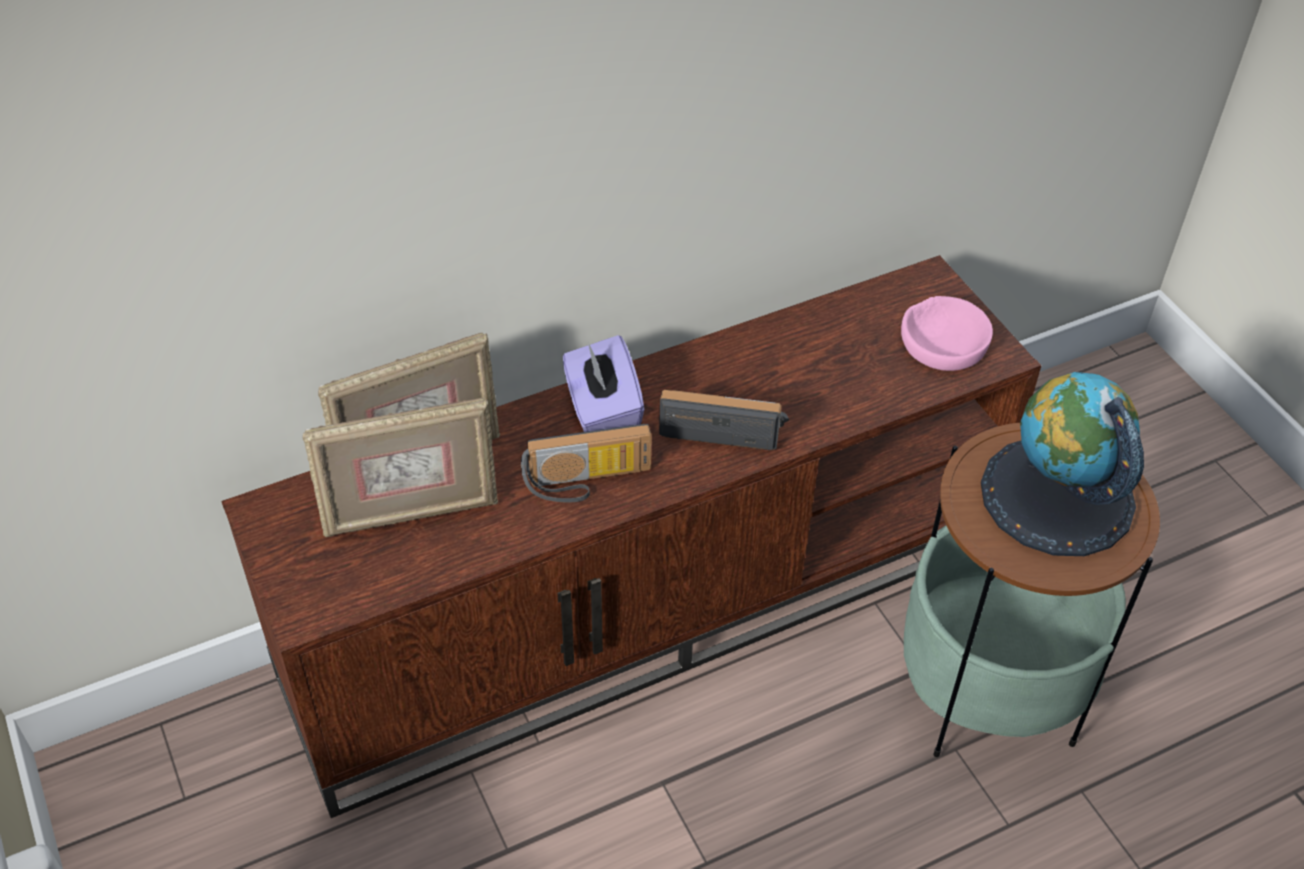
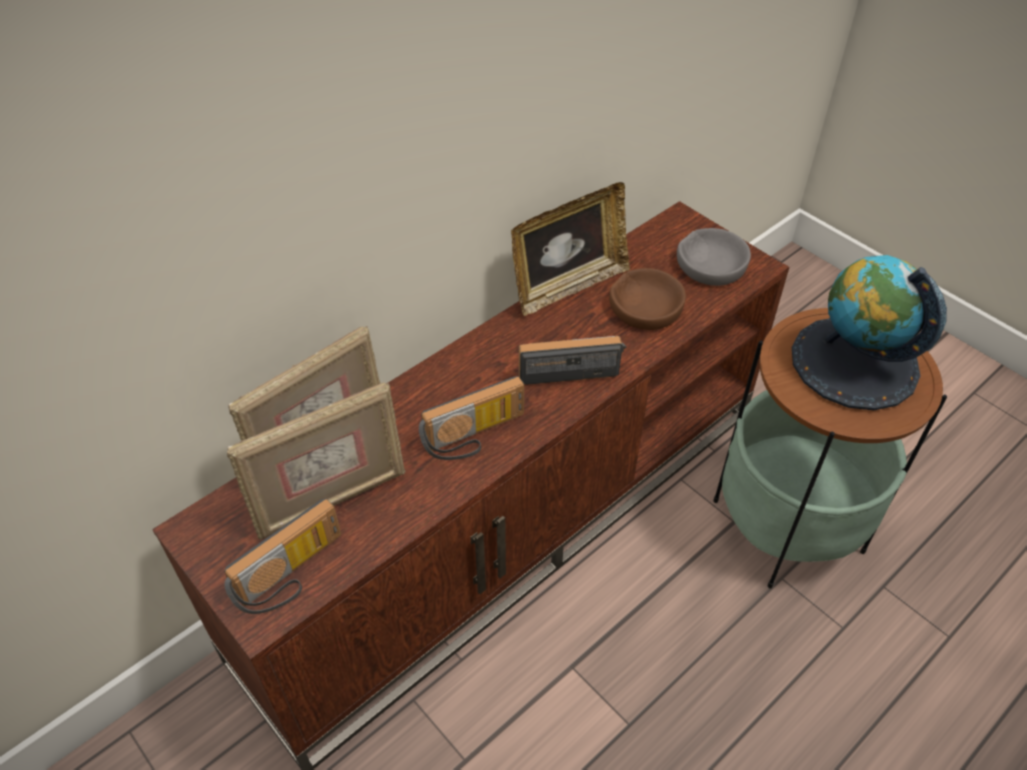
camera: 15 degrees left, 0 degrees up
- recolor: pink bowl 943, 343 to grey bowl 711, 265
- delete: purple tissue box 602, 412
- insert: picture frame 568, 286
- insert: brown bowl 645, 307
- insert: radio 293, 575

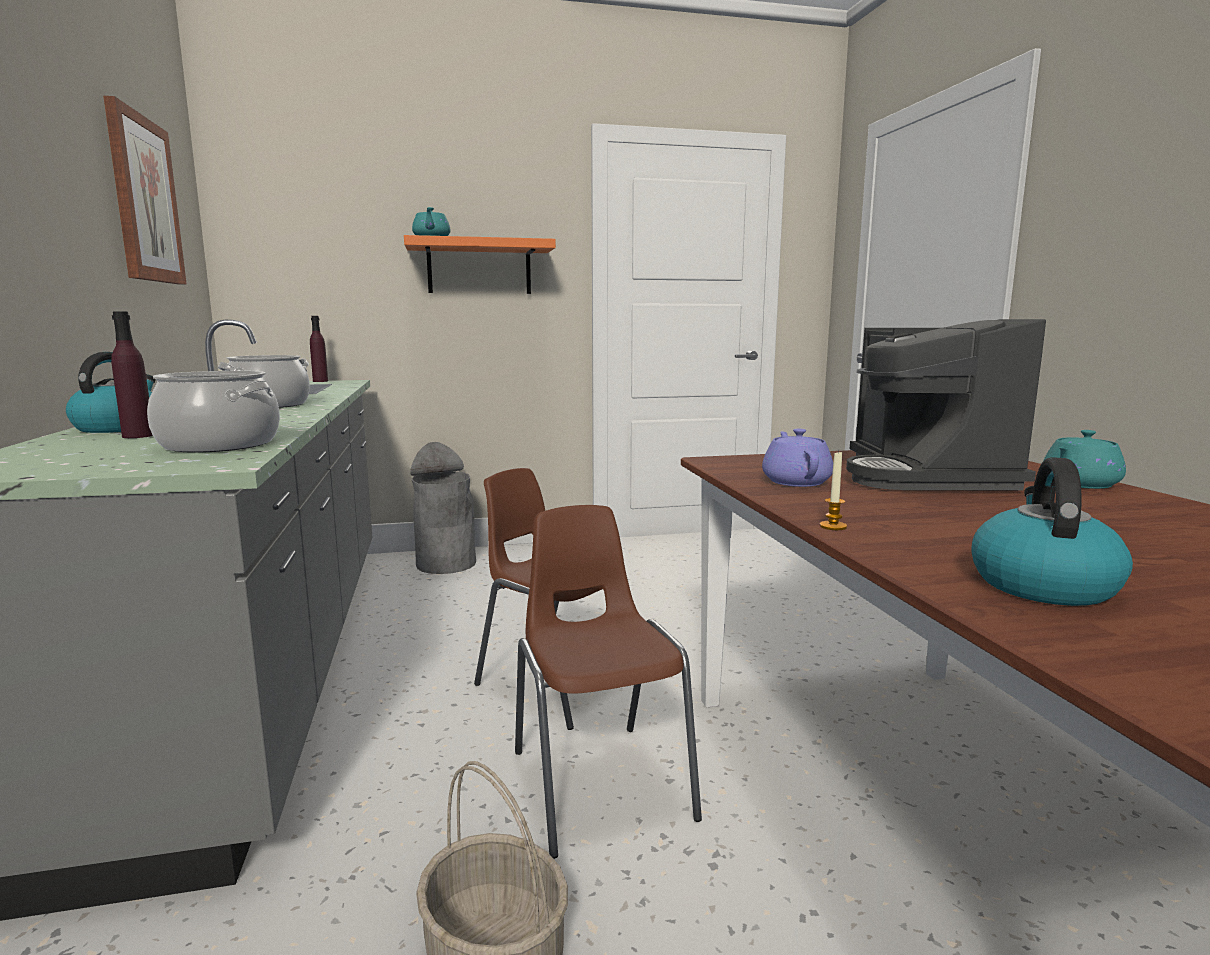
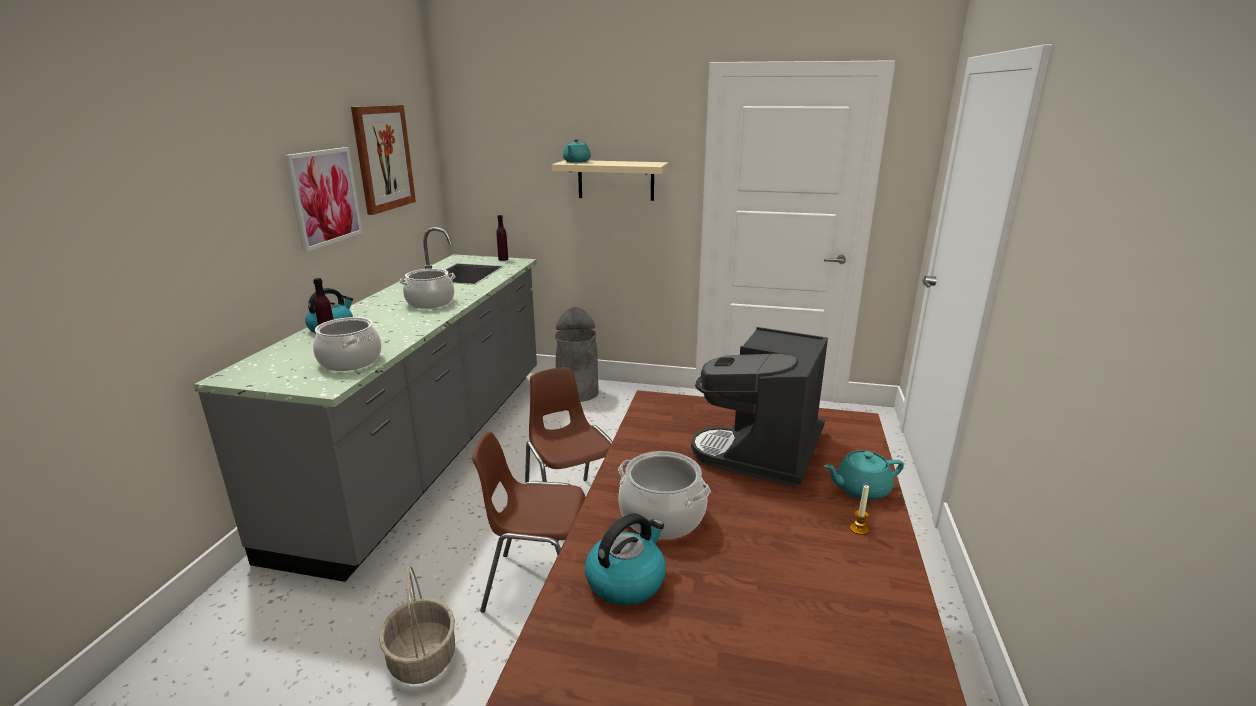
camera: 25 degrees right, 10 degrees up
- recolor: orange shelf 479, 268 to beige shelf 616, 180
- delete: purple teapot 795, 481
- move: candle 833, 526 to 859, 529
- rotate: brown chair 599, 783 = 540, 585 90 degrees counterclockwise
- insert: picture 324, 197
- insert: cooking pot 662, 516

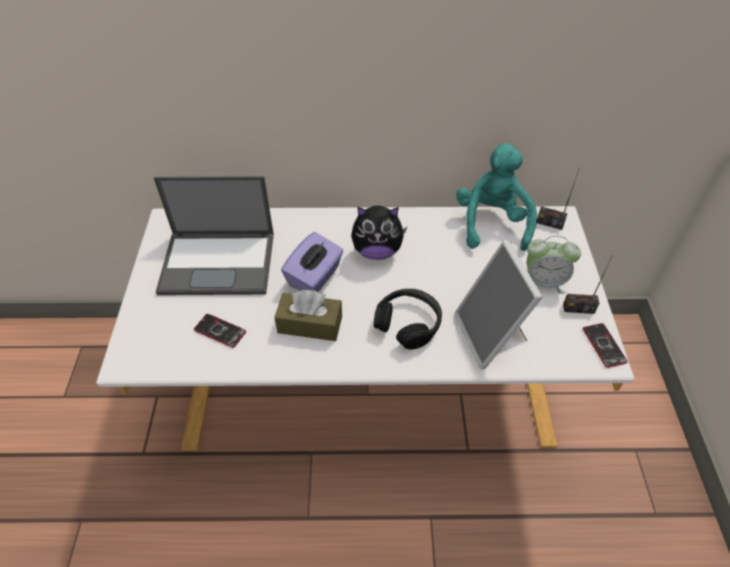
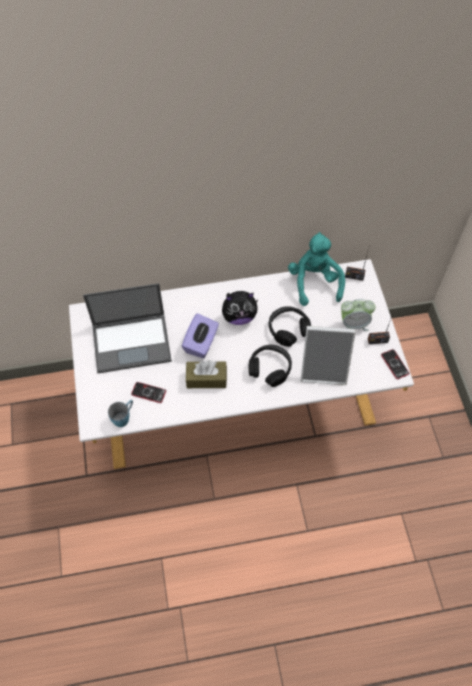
camera: 10 degrees left, 10 degrees up
- rotate: picture frame 491, 336 = 324, 369 60 degrees counterclockwise
- insert: black headphones 288, 329
- insert: blue mug 124, 417

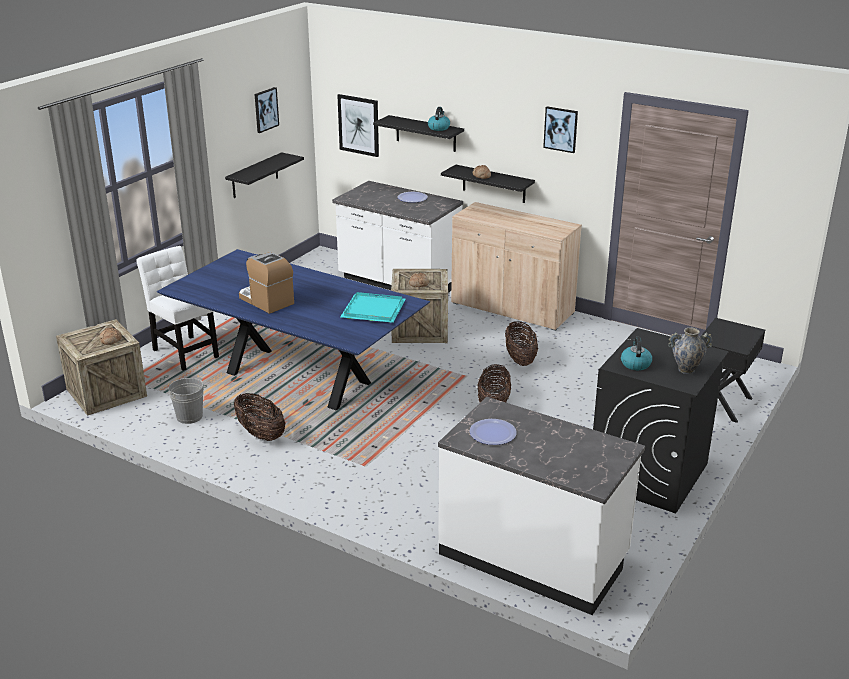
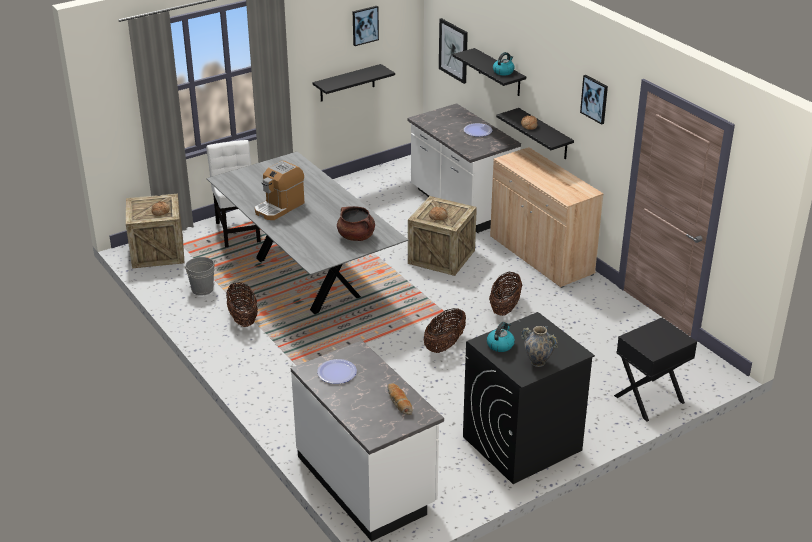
camera: 25 degrees right, 5 degrees up
- recolor: blue dining table 297, 378 to grey dining table 307, 277
- rotate: coffee machine 266, 300 = 279, 207 120 degrees counterclockwise
- replace: turquoise tray 374, 309 to brown cooking pot 356, 236
- insert: bread 399, 402

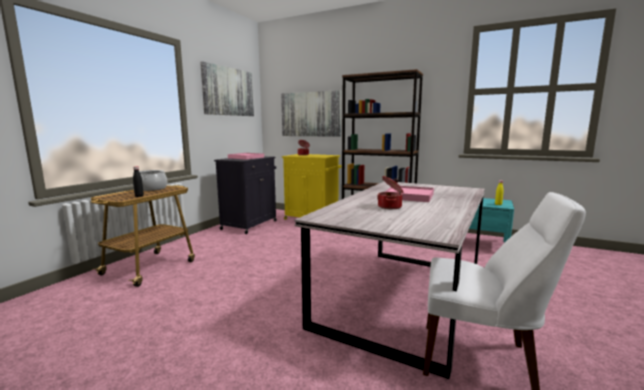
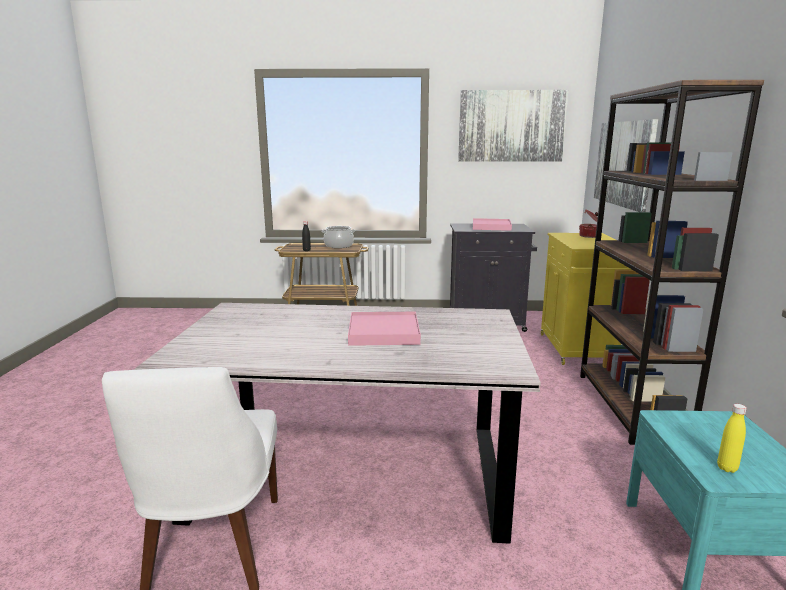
camera: 65 degrees right, 5 degrees up
- delete: cooking pot 390, 207

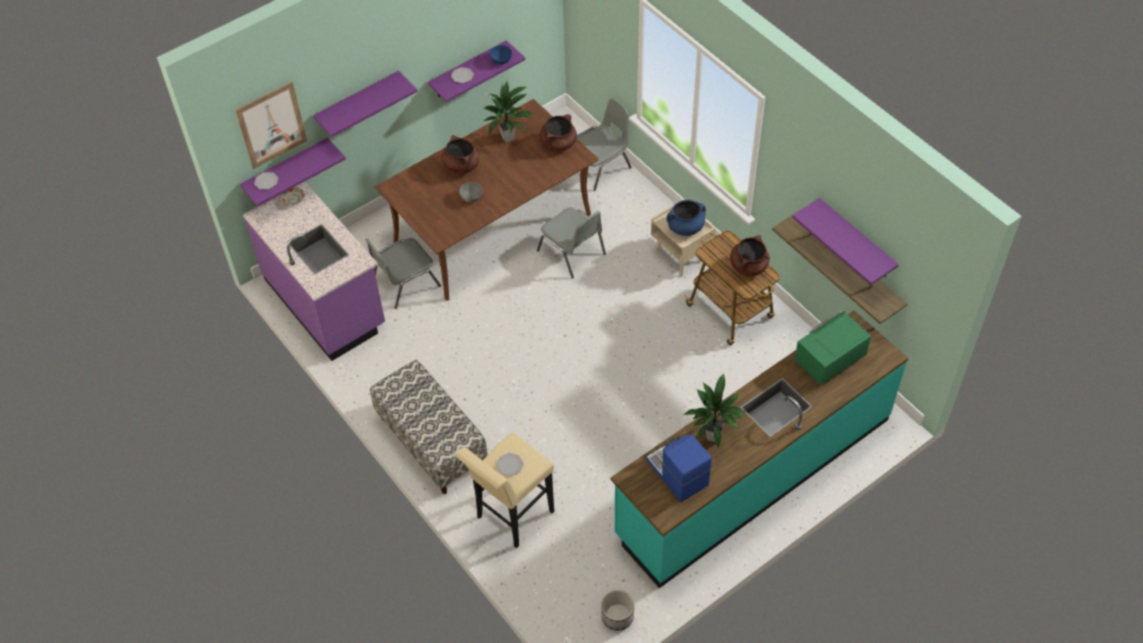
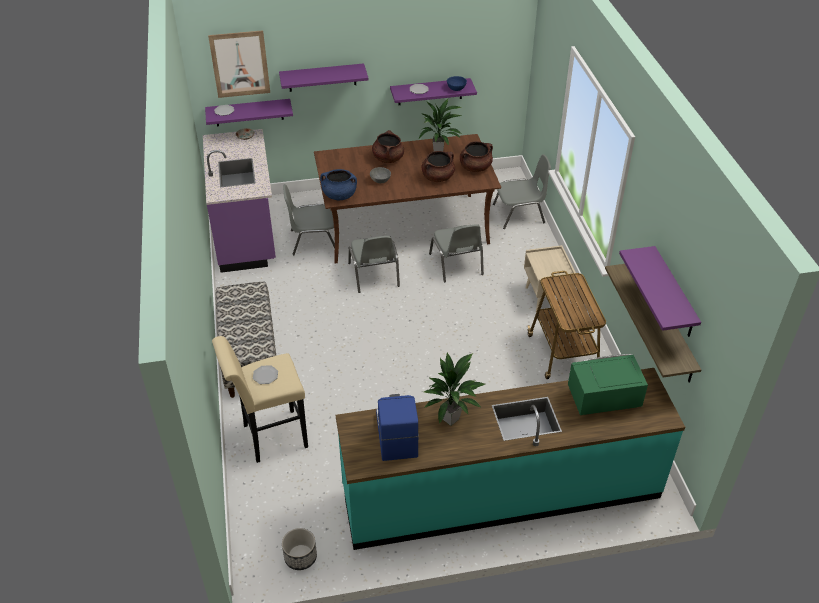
camera: 25 degrees right, 10 degrees down
- move: blue cooking pot 685, 227 to 339, 195
- move: brown cooking pot 748, 266 to 438, 177
- insert: grey chair 374, 275

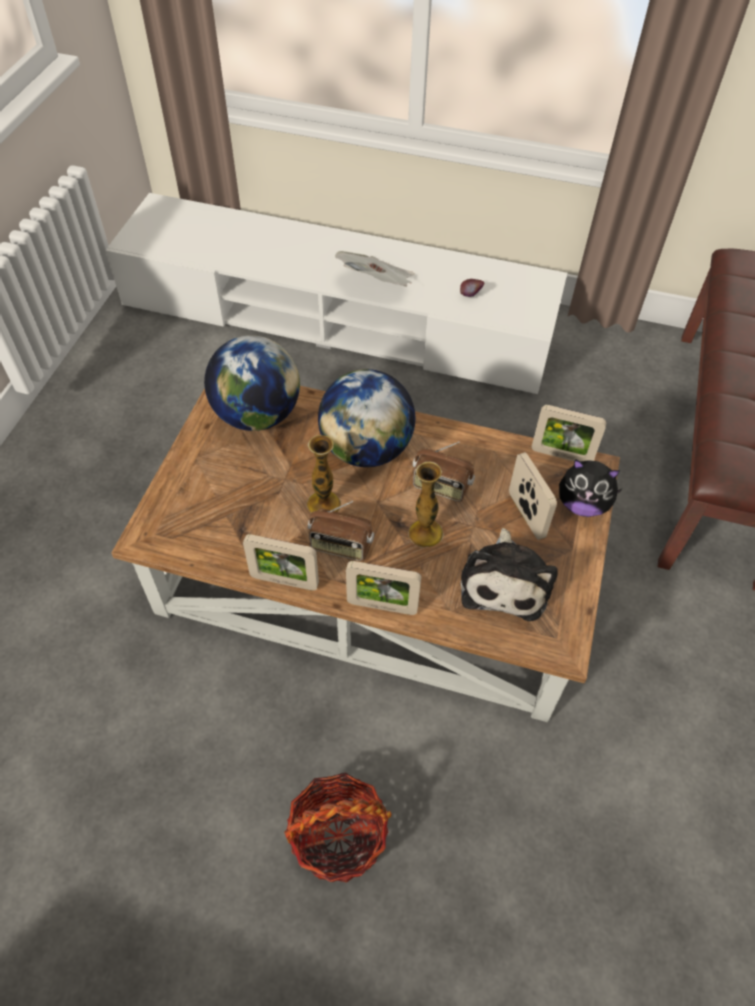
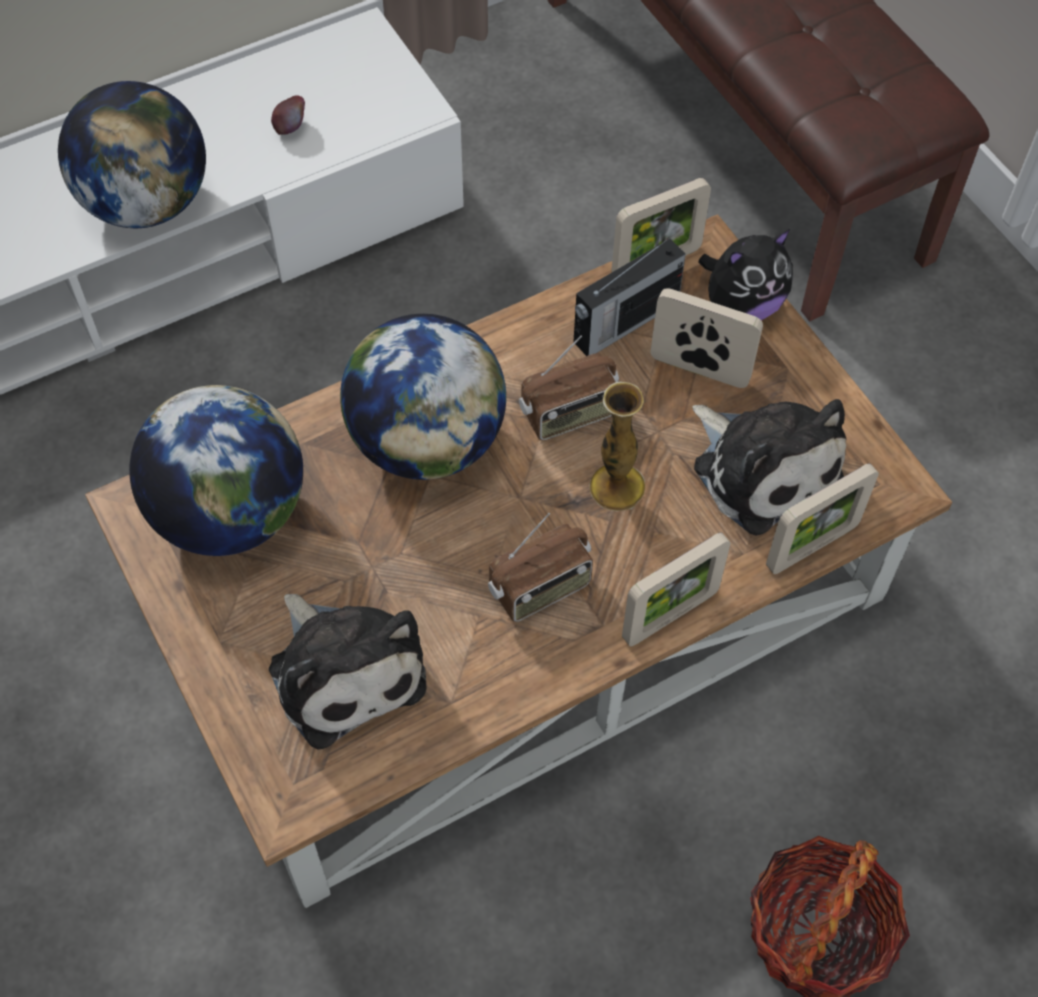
camera: 45 degrees left, 5 degrees up
- replace: newspaper 378, 285 to globe 146, 203
- delete: vase 323, 504
- move: picture frame 284, 581 to 811, 547
- insert: radio 623, 323
- insert: plush toy 344, 670

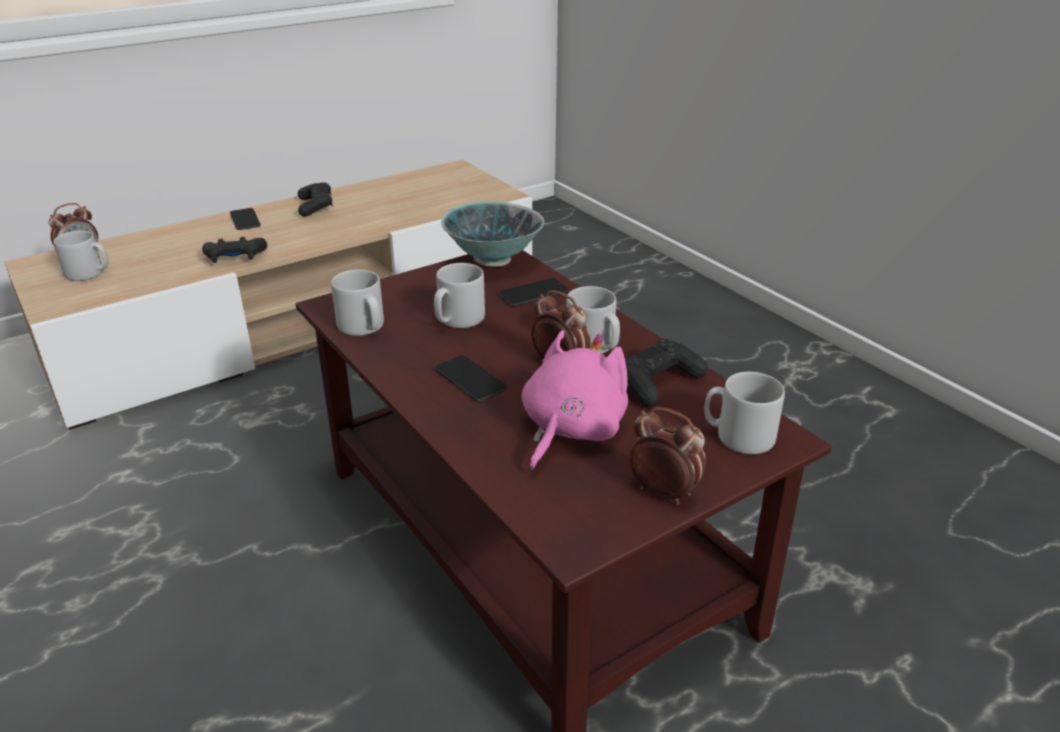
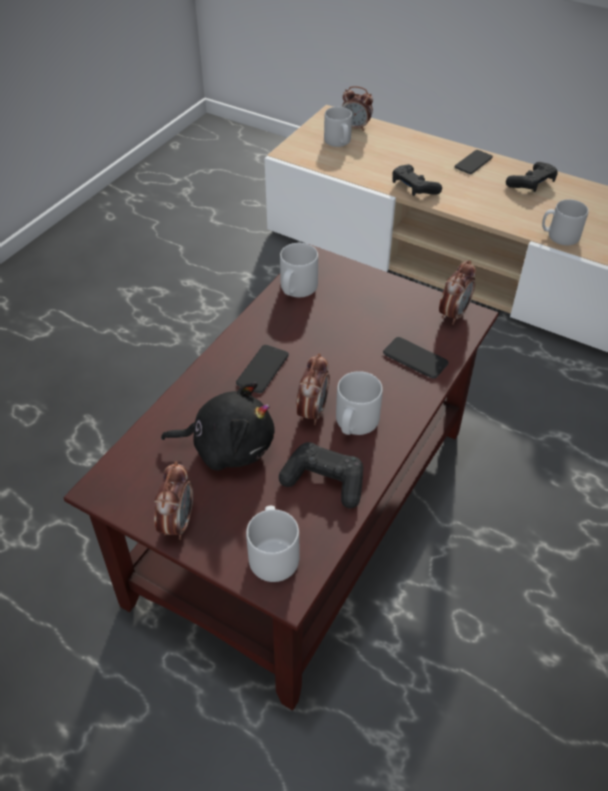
camera: 65 degrees right, 15 degrees up
- replace: bowl 493, 260 to alarm clock 453, 314
- move: grey mug 457, 320 to 559, 236
- recolor: pink plush toy 570, 430 to black plush toy 228, 446

